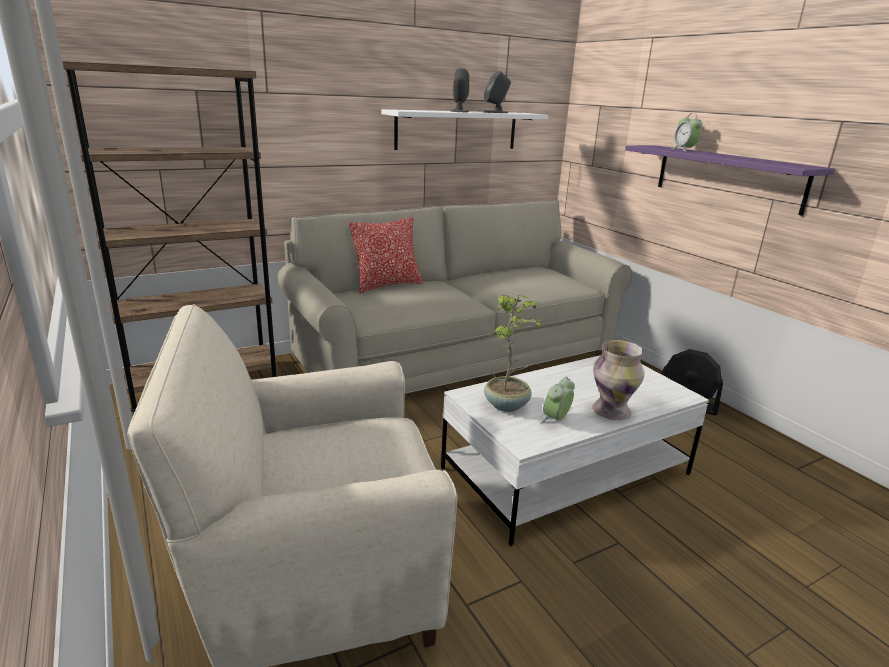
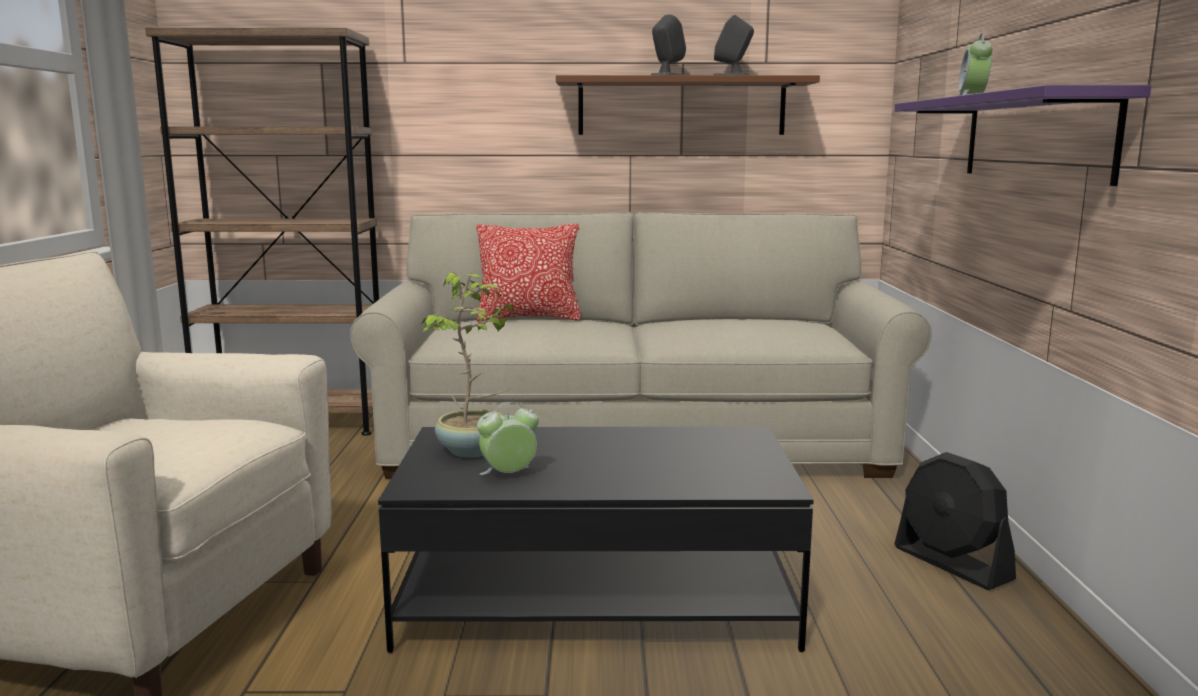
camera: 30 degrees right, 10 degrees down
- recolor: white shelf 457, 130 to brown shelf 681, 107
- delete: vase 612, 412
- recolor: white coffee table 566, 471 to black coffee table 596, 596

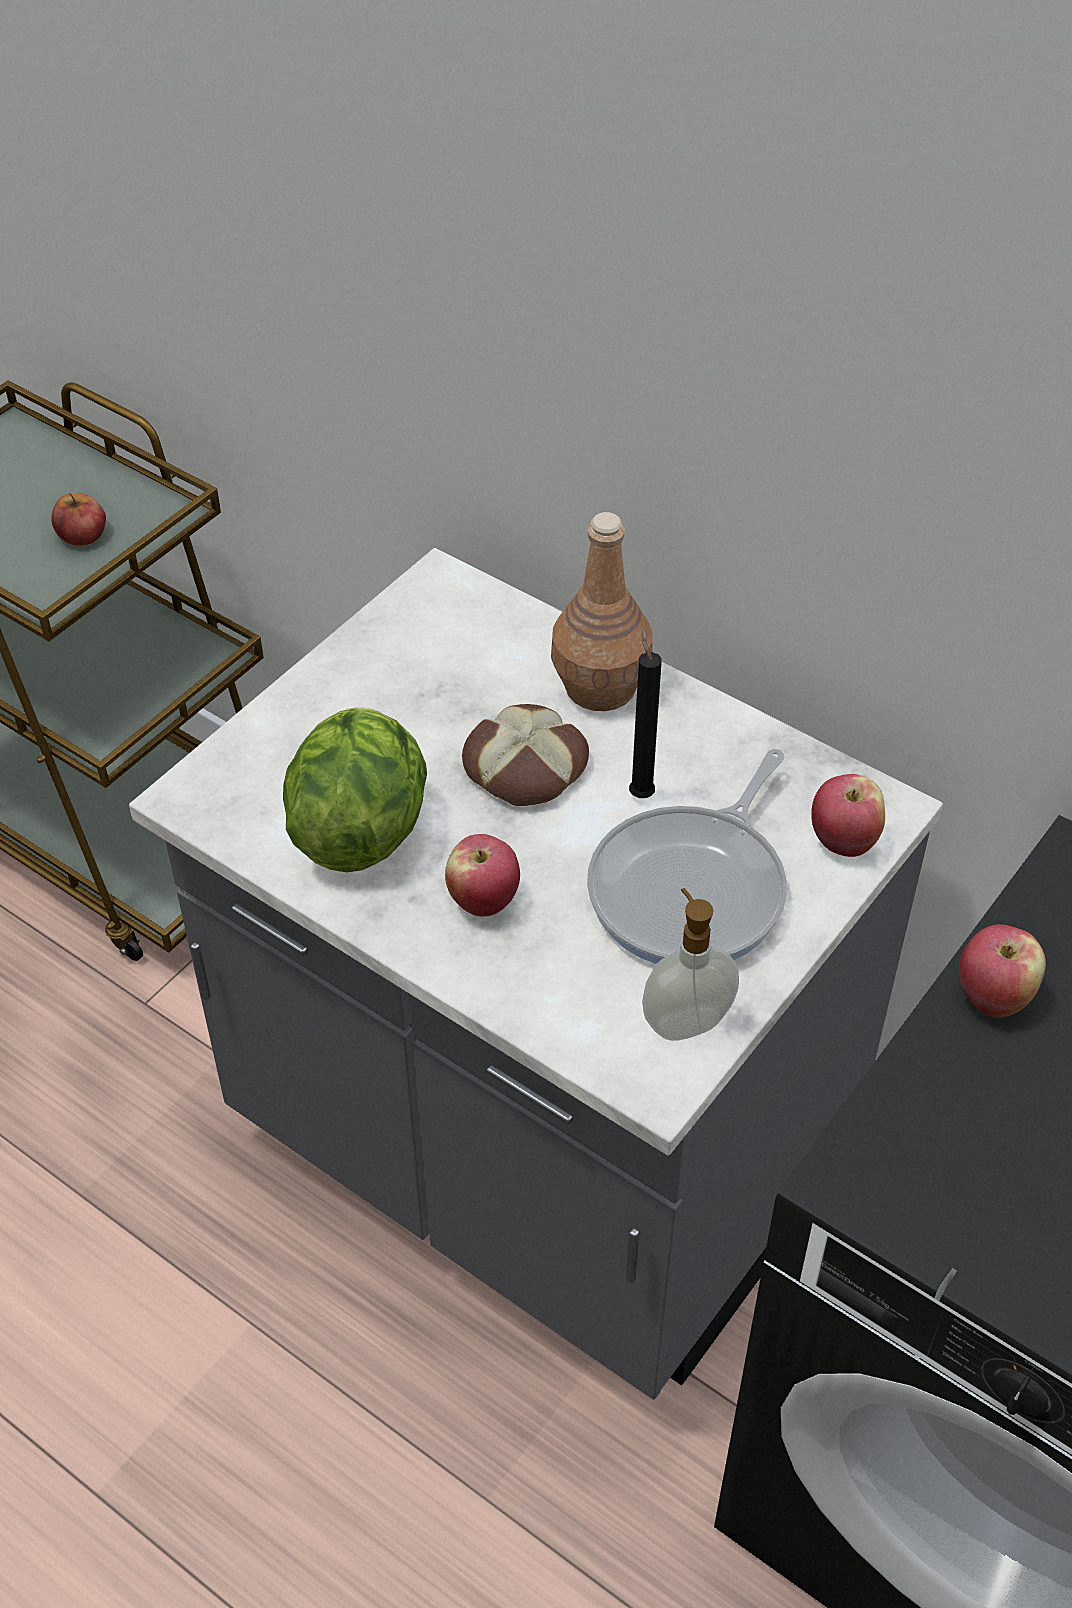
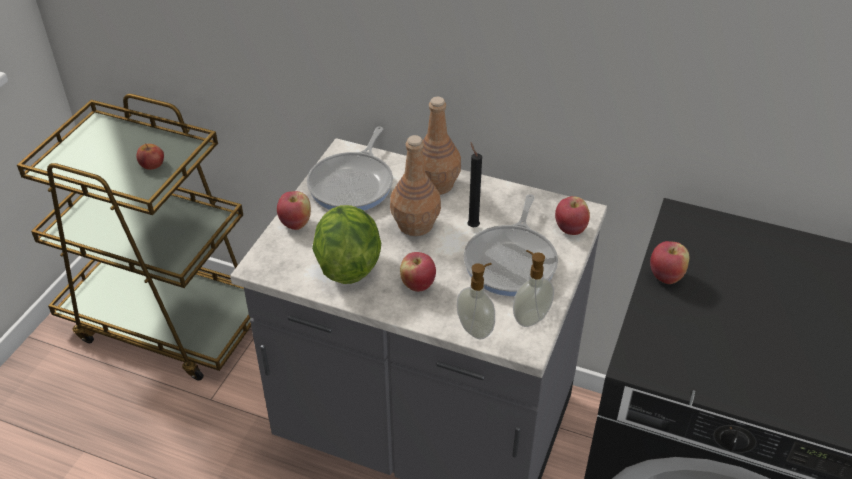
camera: 15 degrees left, 5 degrees down
- replace: bread 527, 768 to brown bottle 416, 224
- insert: frying pan 353, 184
- insert: apple 295, 223
- insert: soap dispenser 476, 329

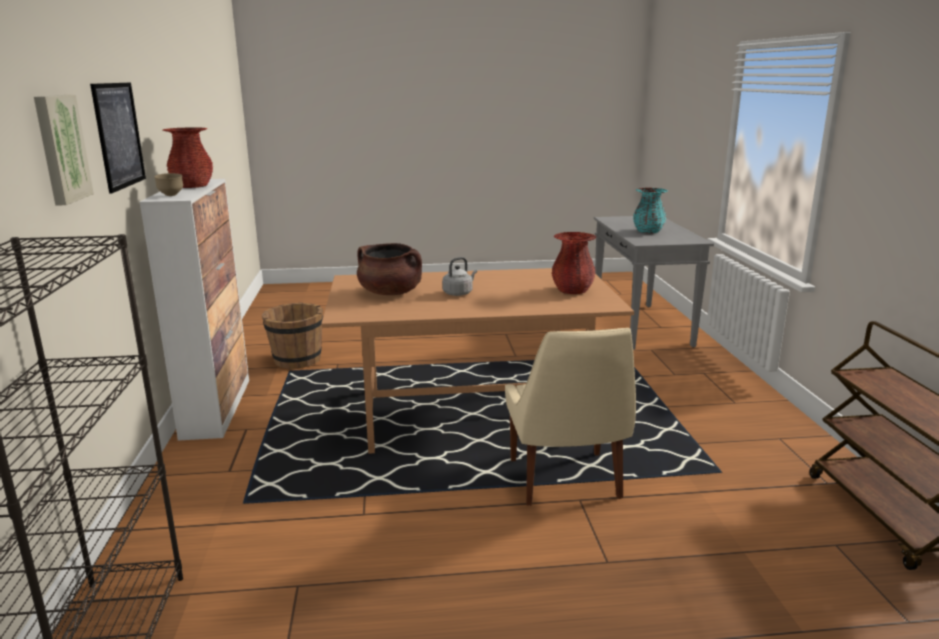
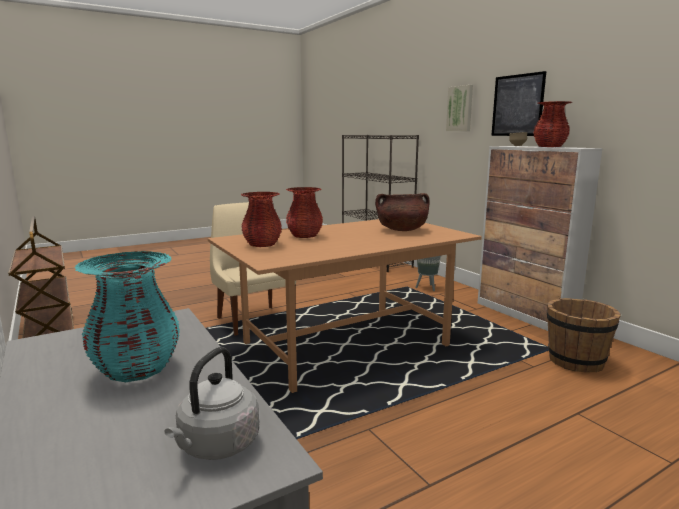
camera: 155 degrees right, 5 degrees down
- move: grey kettle 459, 293 to 216, 446
- insert: red vase 305, 236
- insert: grey planter 427, 288

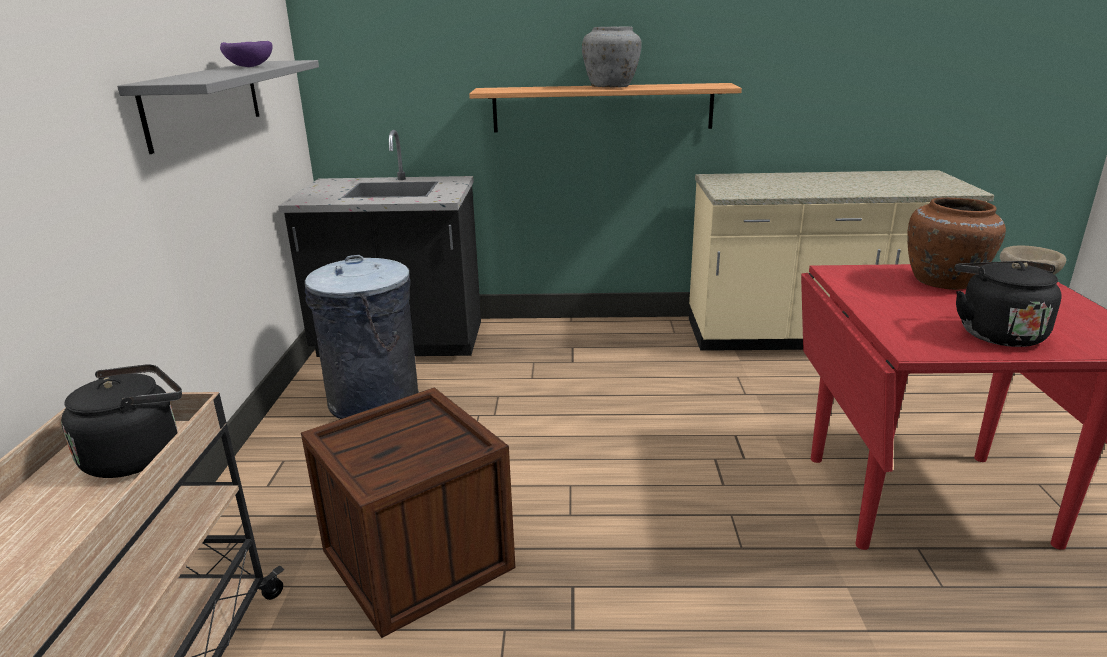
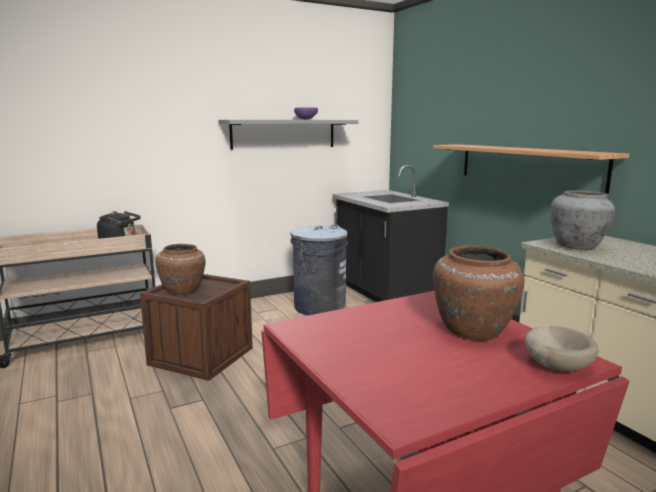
camera: 60 degrees right, 10 degrees down
- move: grey vase 611, 87 to 578, 247
- delete: black kettle 996, 333
- insert: brown vase 182, 291

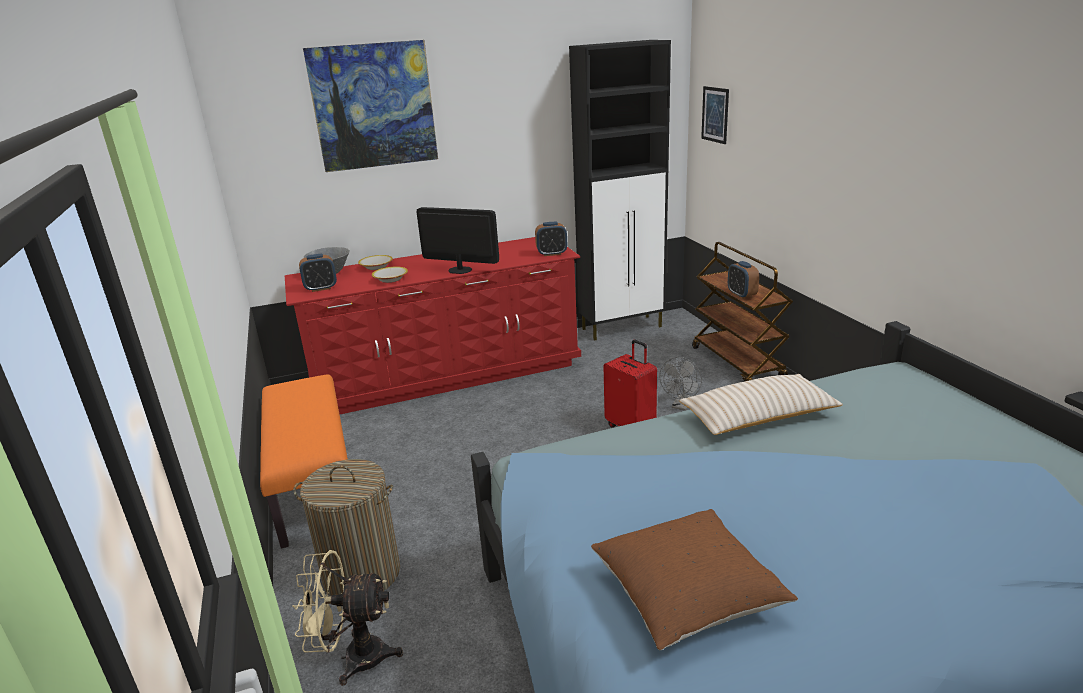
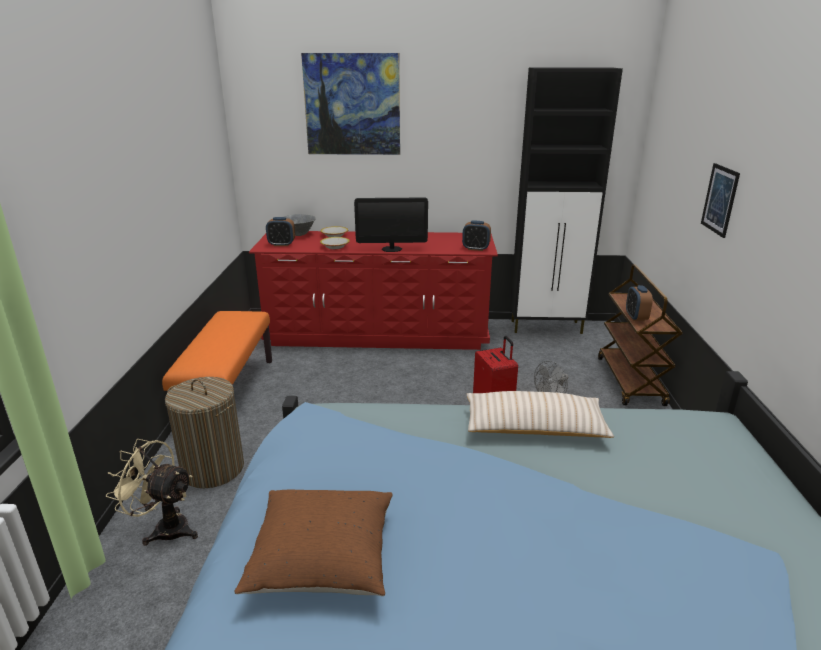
camera: 20 degrees right, 0 degrees up
- move: picture 715, 114 to 720, 199
- rotate: monitor 460, 270 = 391, 249 135 degrees clockwise

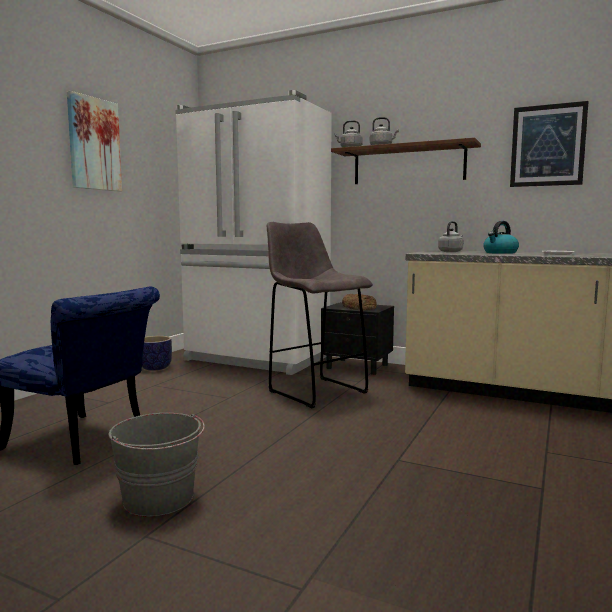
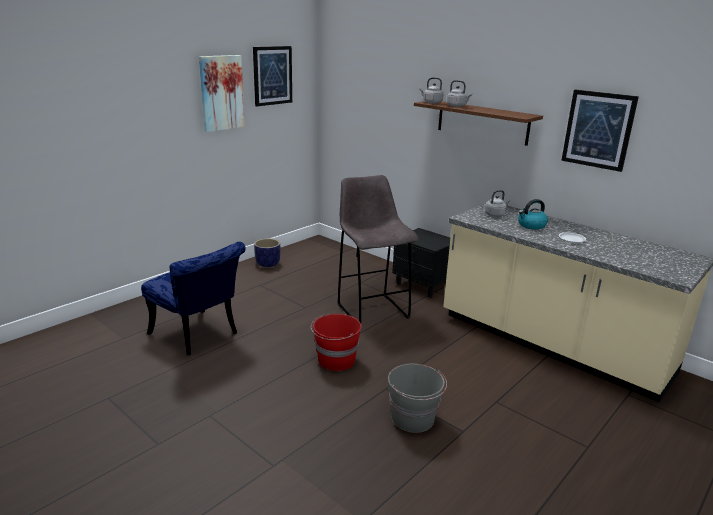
camera: 15 degrees right, 15 degrees up
- delete: white fridge 256, 359
- delete: bread 359, 307
- move: grey bucket 160, 499 to 413, 418
- insert: picture 272, 75
- insert: red bucket 336, 360

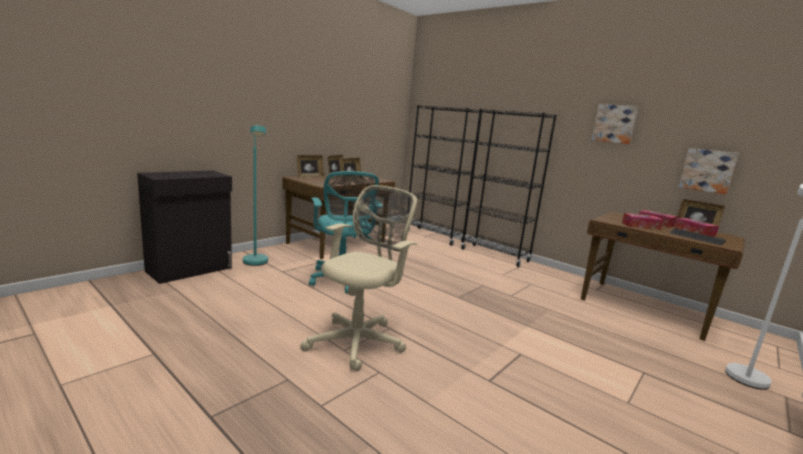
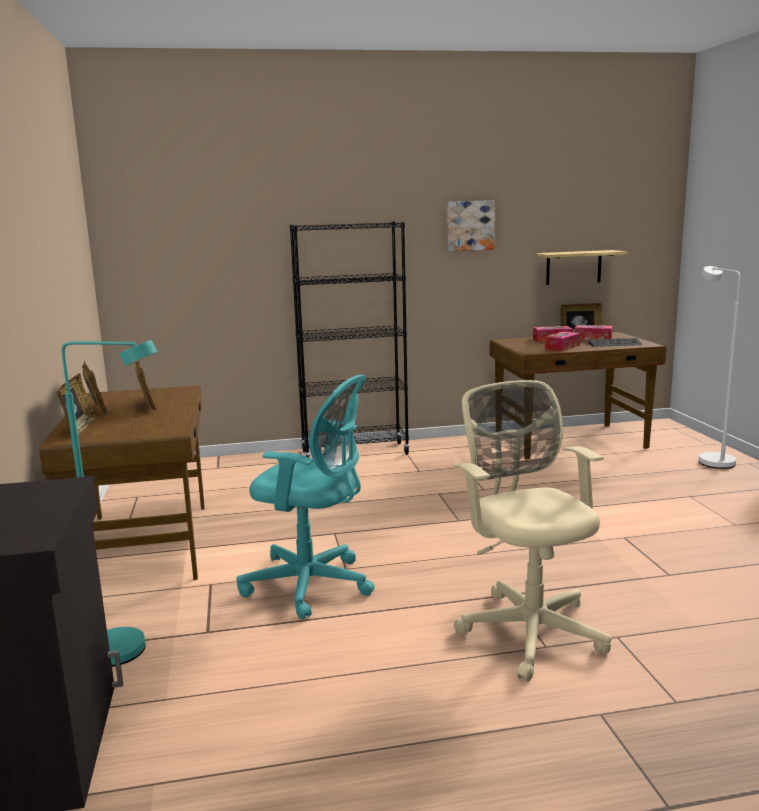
camera: 50 degrees left, 0 degrees up
- delete: black bookcase 434, 236
- replace: picture 707, 170 to shelf 573, 267

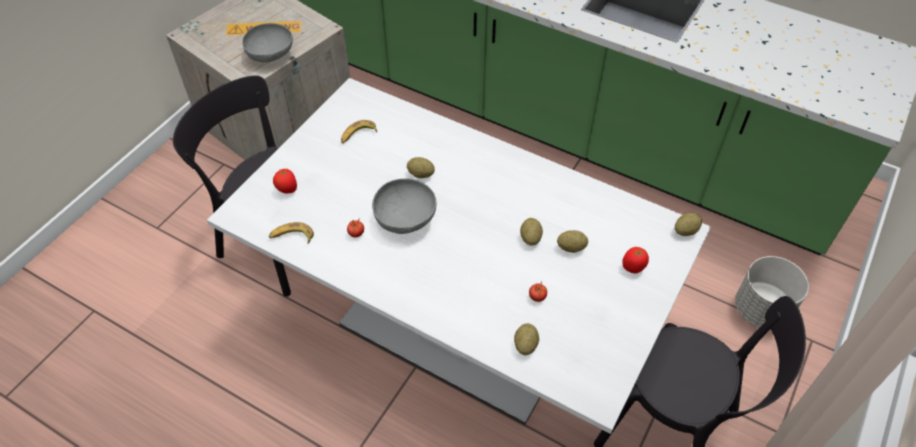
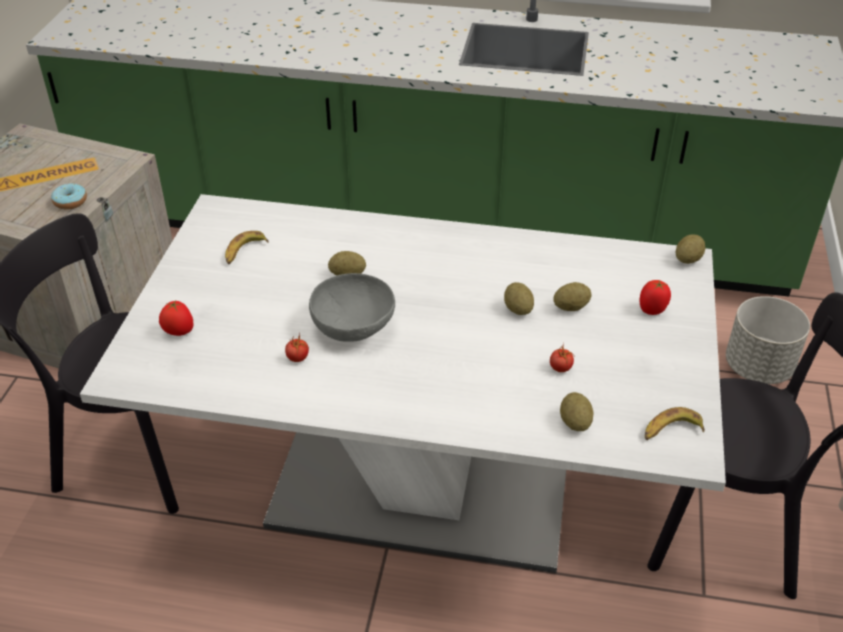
camera: 20 degrees left, 10 degrees down
- replace: grey bowl 271, 55 to donut 70, 202
- move: banana 292, 237 to 671, 430

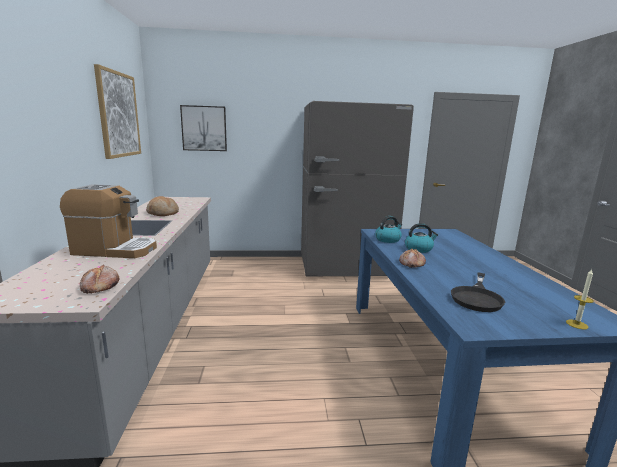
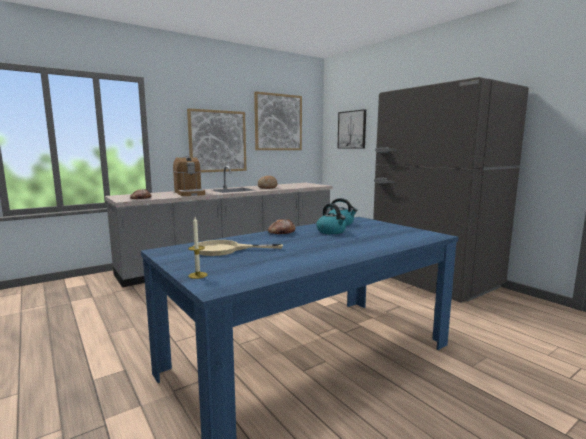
camera: 60 degrees right, 5 degrees down
- recolor: black frying pan 477, 297 to beige frying pan 225, 250
- insert: picture 217, 141

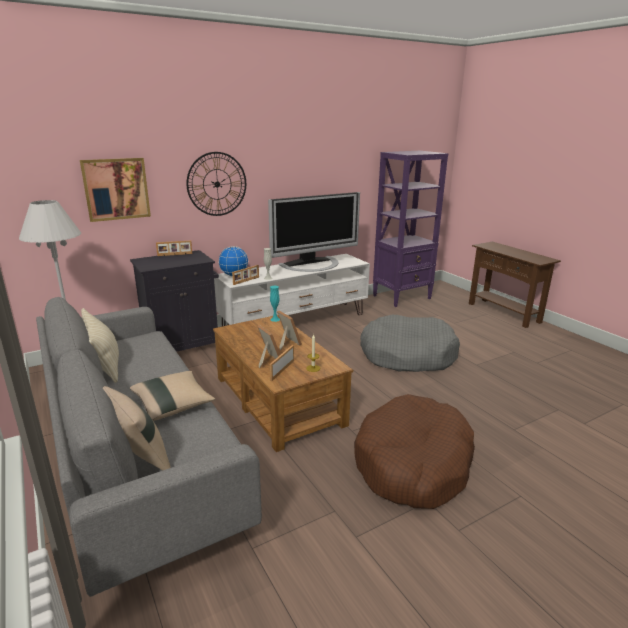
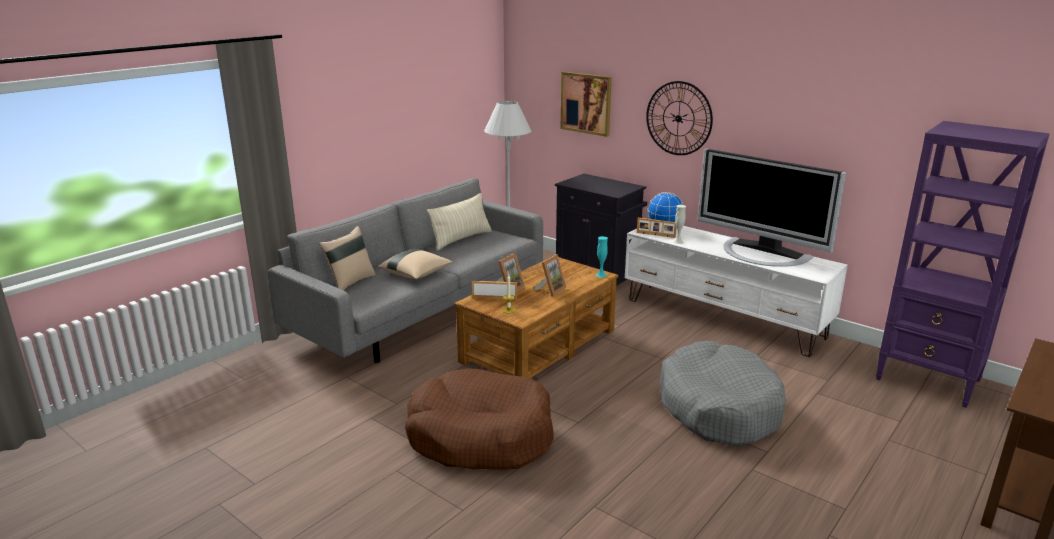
camera: 70 degrees right, 0 degrees up
- delete: picture frame 175, 255

